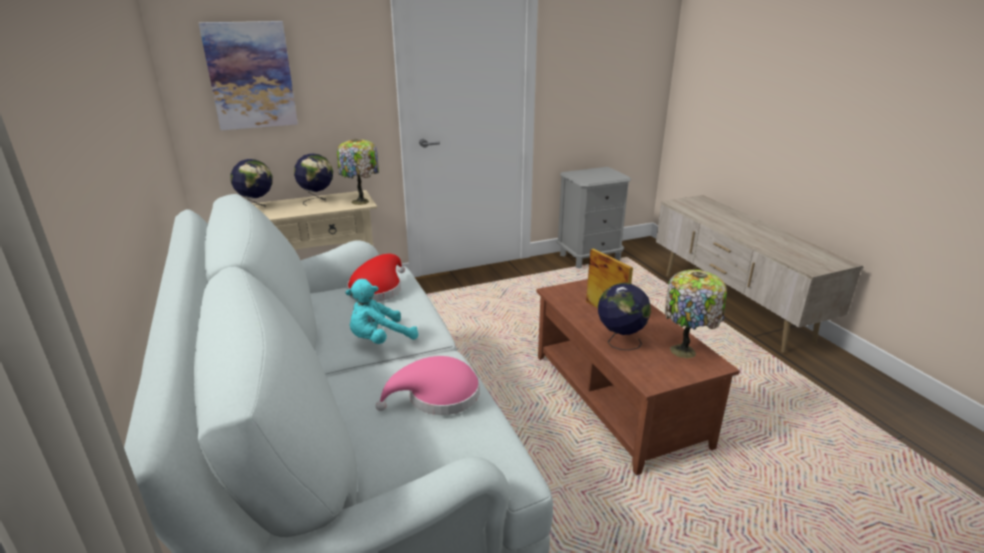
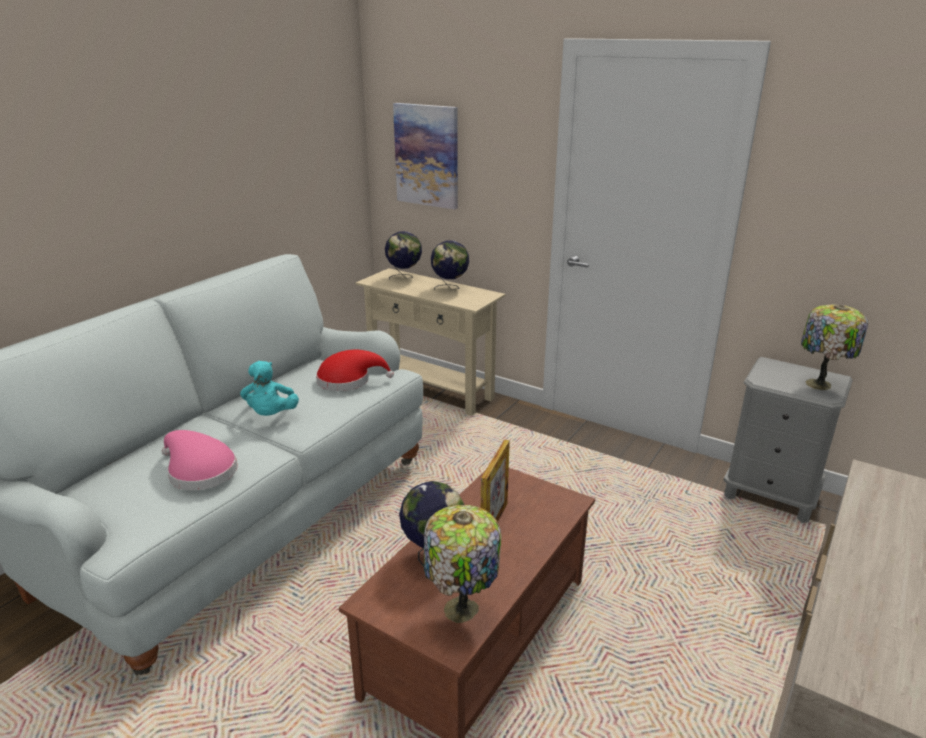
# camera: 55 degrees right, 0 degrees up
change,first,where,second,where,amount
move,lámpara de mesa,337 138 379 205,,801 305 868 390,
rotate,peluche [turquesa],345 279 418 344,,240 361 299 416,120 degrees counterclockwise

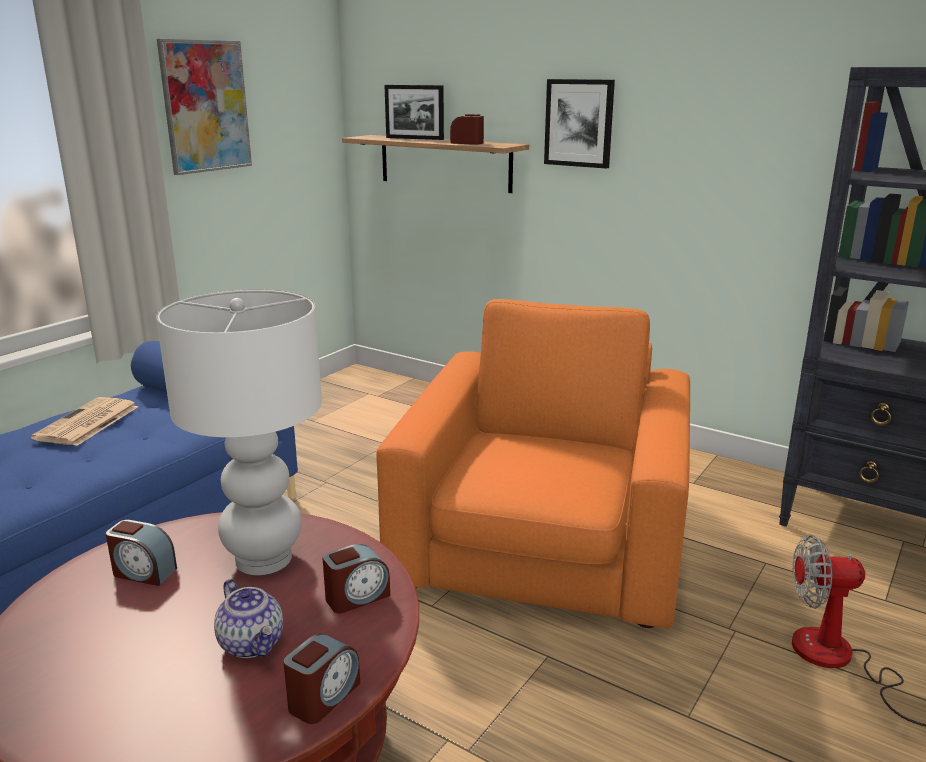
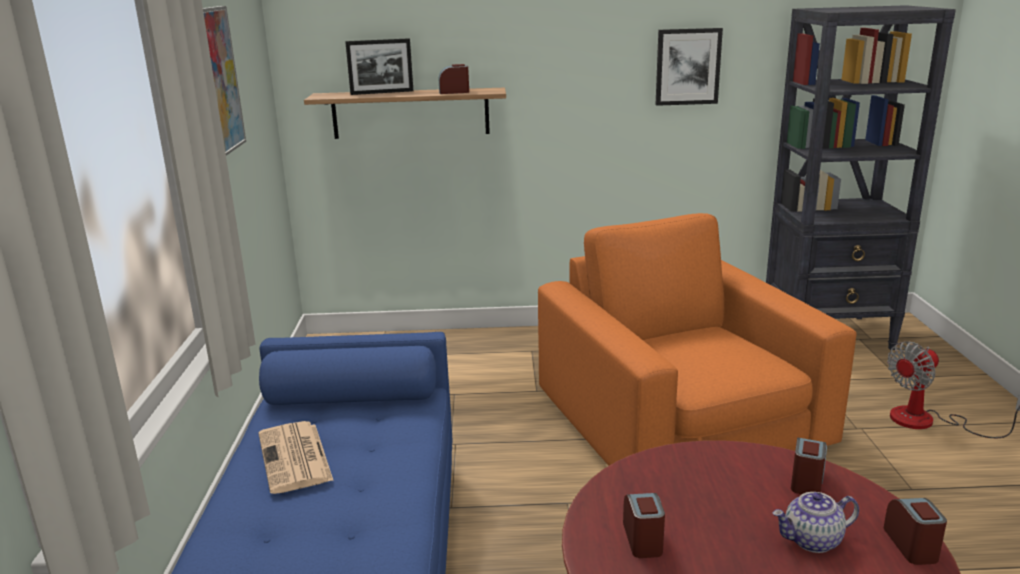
# camera: 35 degrees left, 0 degrees up
change,first,where,second,where,amount
rotate,despertador,106 520 177 586,,623 493 665 558,75 degrees counterclockwise
delete,lámpara de mesa [blanco],156 289 322 575,,,
rotate,tetera,214 579 283 658,,773 492 859 553,150 degrees clockwise
move,cuadro,544 79 615 169,,655 28 723 106,

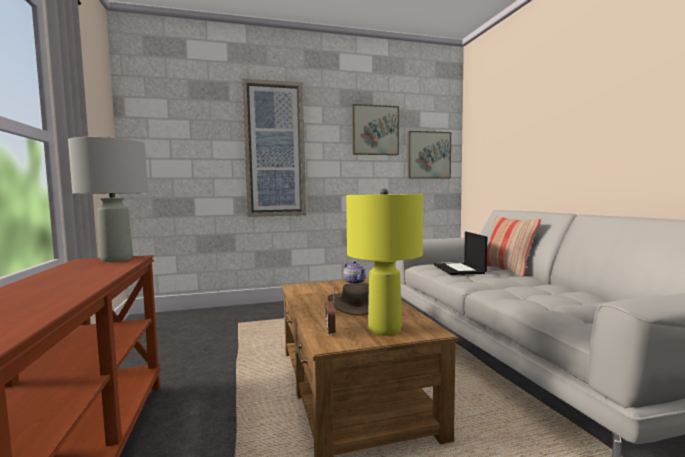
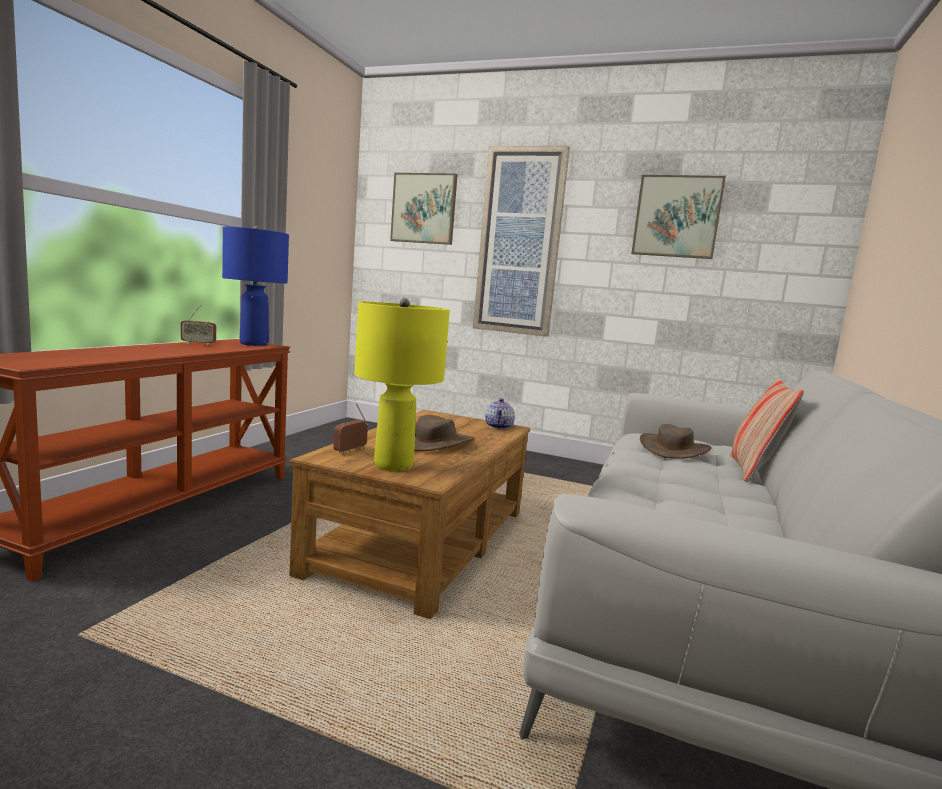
# camera: 35 degrees right, 5 degrees up
change,first,where,second,where,amount
recolor,lámpara de mesa [gris],68 136 148 262,lámpara de mesa [azul],222 226 289 346,
move,cuadro,408 131 451 179,,390 173 457 245,
replace,portátil,434 231 487 275,sombrero [marrón],640 424 712 459,
insert,,,radio,181 305 216 345,

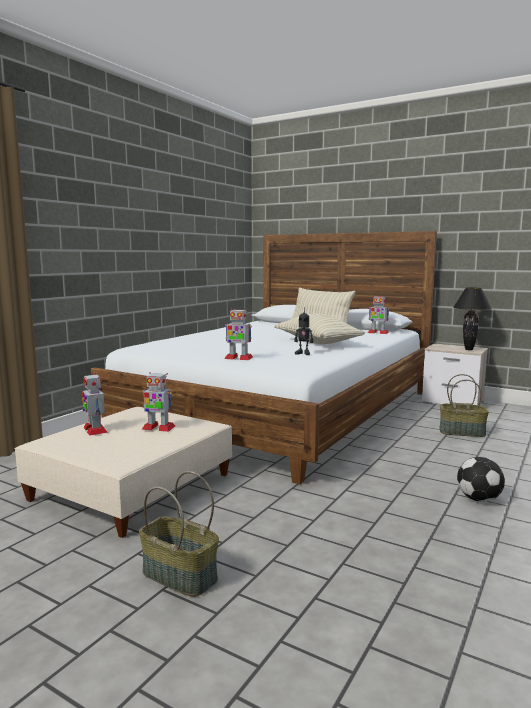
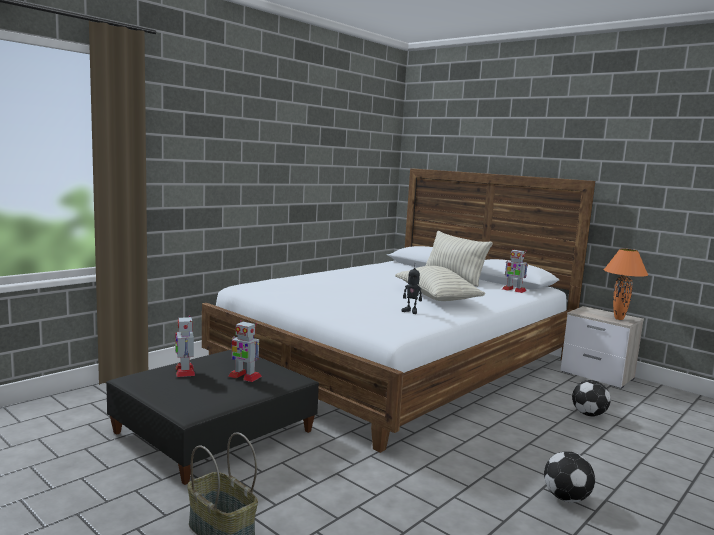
# camera: 10 degrees right, 0 degrees up
change,first,where,second,where,amount
recolor,puf [beis],14 407 232 538,puf [negro],106 350 319 485,
delete,robot de juguete,225 308 253 360,,,
replace,cesta,439 374 489 437,balón de fútbol,572 380 611 417,
recolor,lámpara de mesa [negro],453 287 492 350,lámpara de mesa [naranja],604 249 648 320,

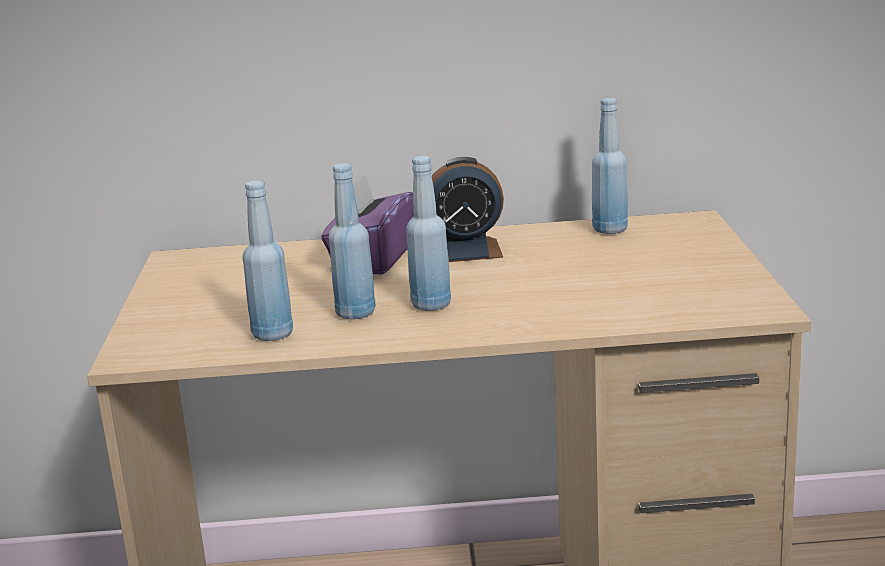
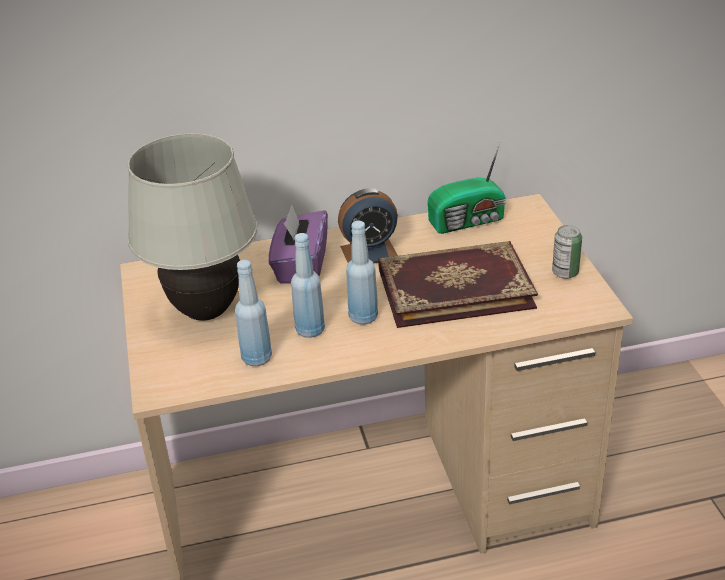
# camera: 10 degrees left, 15 degrees up
change,first,where,second,where,amount
replace,botella [azul],592 98 628 234,radio,428 143 506 234,
insert,,,lámpara de mesa [blanco],128 133 258 321,
insert,,,libro,378 241 538 328,
insert,,,lata,552 225 582 279,

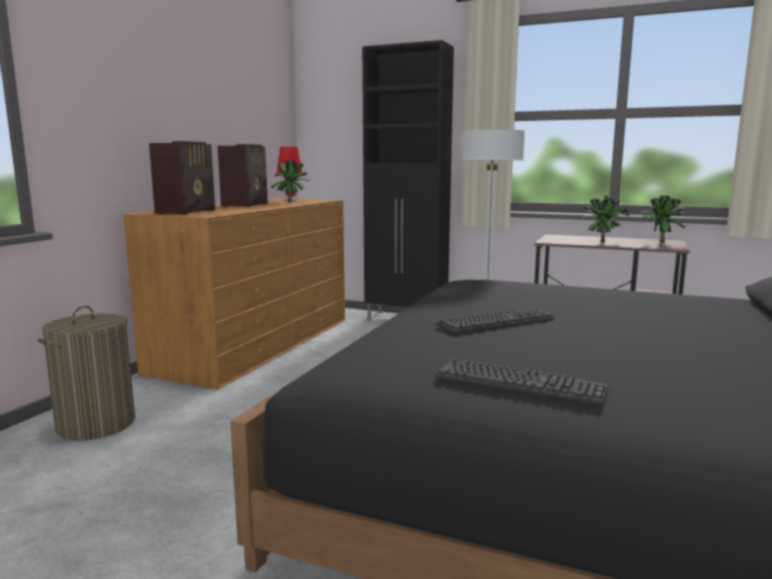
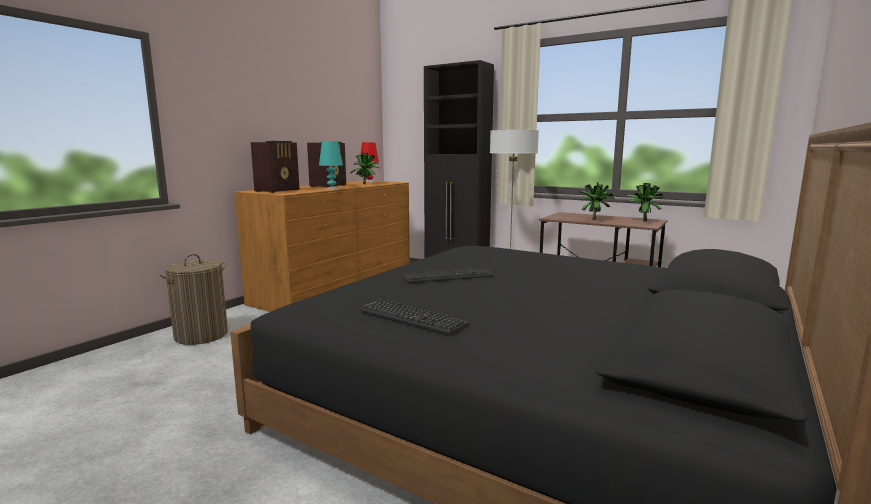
# camera: 10 degrees right, 0 degrees up
change,first,where,second,where,amount
insert,,,lámpara de mesa [turquesa],319 141 343 190,

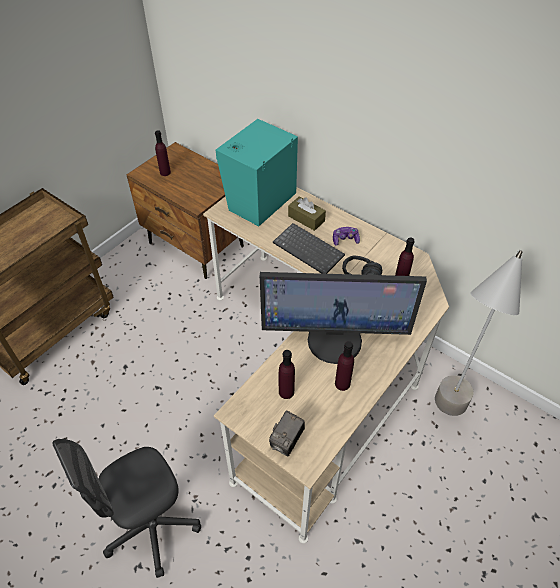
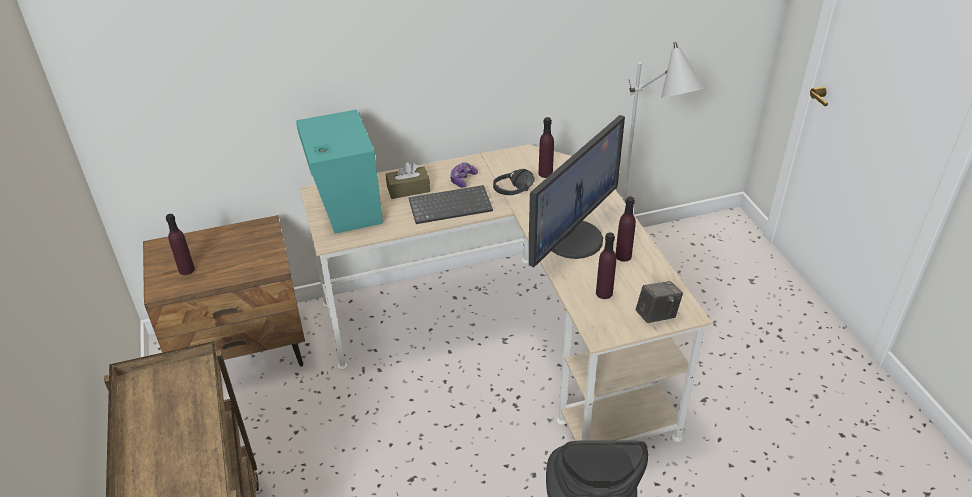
# camera: 55 degrees left, 10 degrees down
change,first,where,second,where,amount
rotate,cámara,269 411 305 456,,636 281 683 323,90 degrees counterclockwise

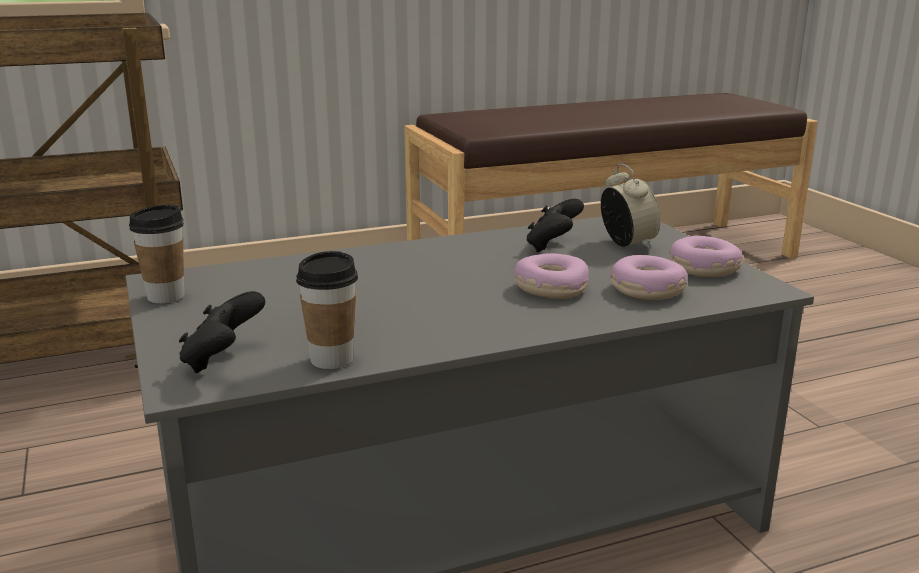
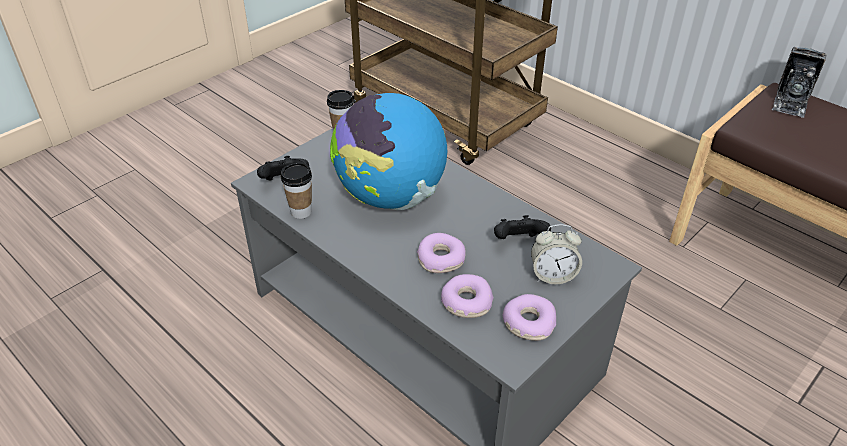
# camera: 65 degrees right, 20 degrees up
change,first,where,second,where,amount
rotate,despertador,601 164 660 249,,531 224 582 284,45 degrees clockwise
insert,,,globo terráqueo,330 93 447 210,
insert,,,cámara,772 47 827 117,

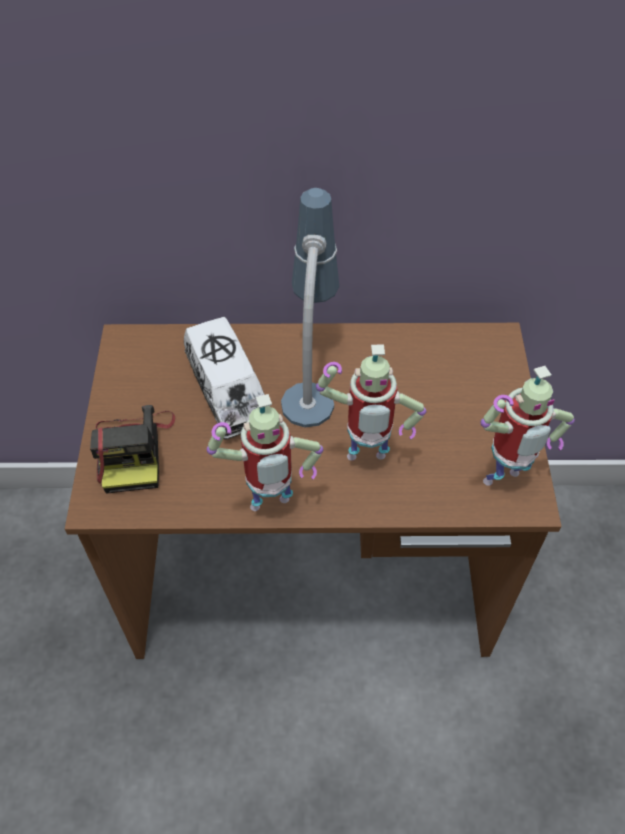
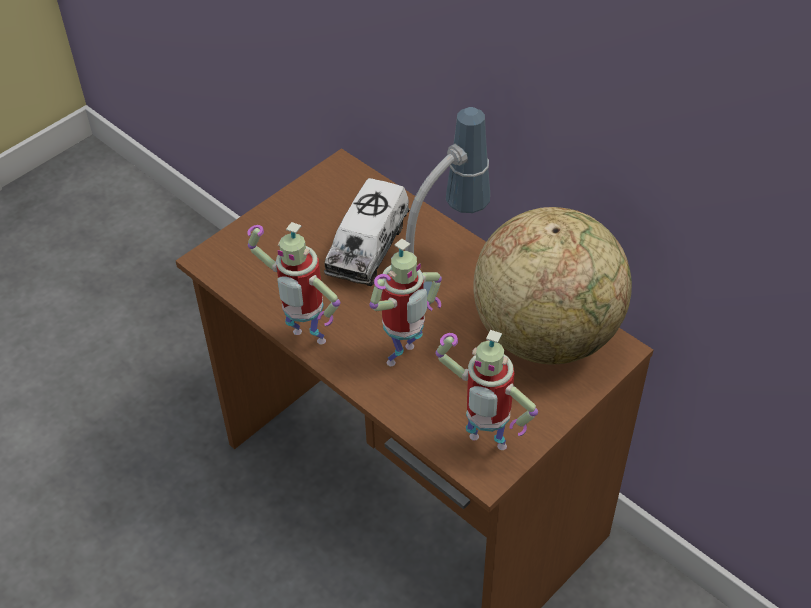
# camera: 45 degrees right, 5 degrees down
change,first,where,second,where,amount
delete,cámara,90 405 175 494,,,
rotate,robot de juguete,316 344 426 461,,369 239 442 366,90 degrees counterclockwise
insert,,,globo terráqueo,473 207 632 364,

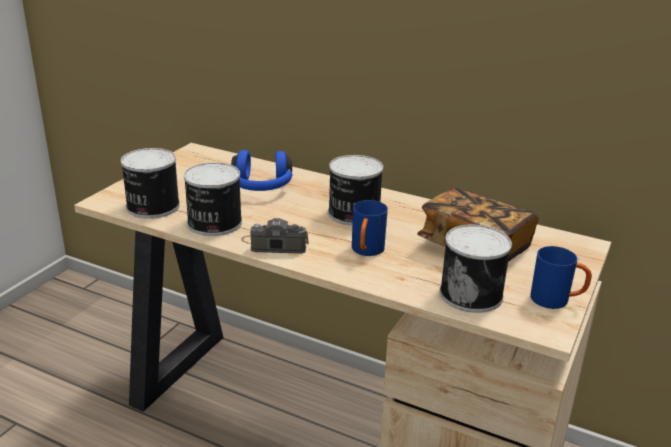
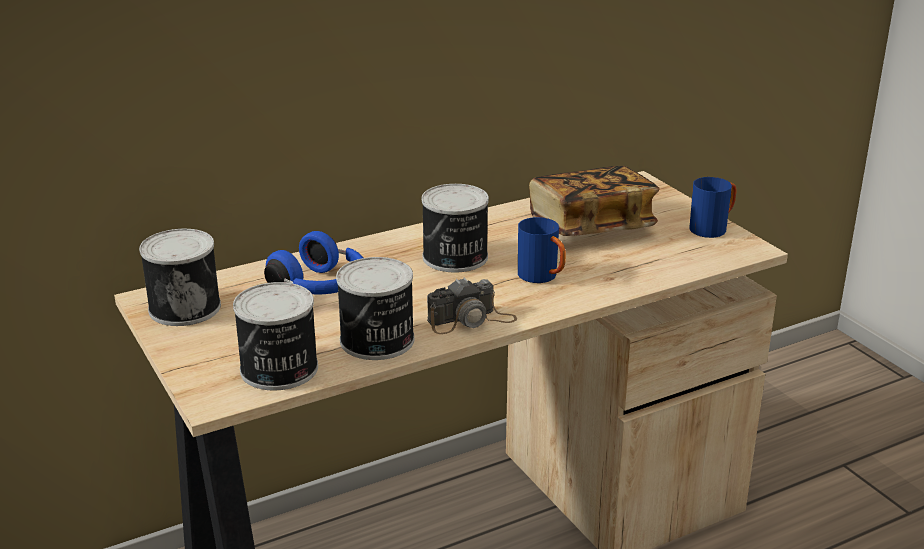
# camera: 55 degrees left, 0 degrees up
change,first,where,second,where,amount
rotate,cámara,241 218 309 254,,427 277 517 334,150 degrees counterclockwise
move,lata,440 224 512 313,,139 229 221 326,

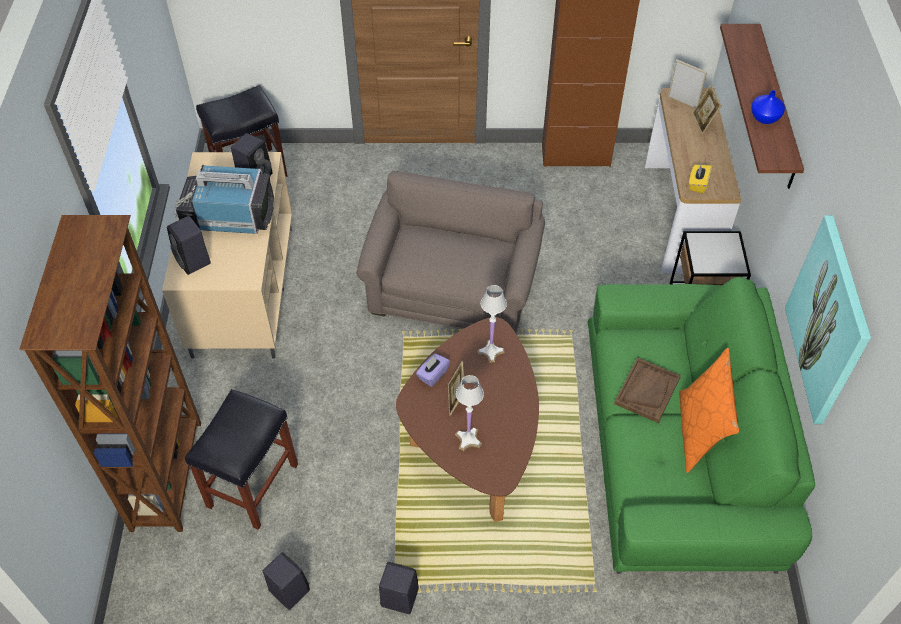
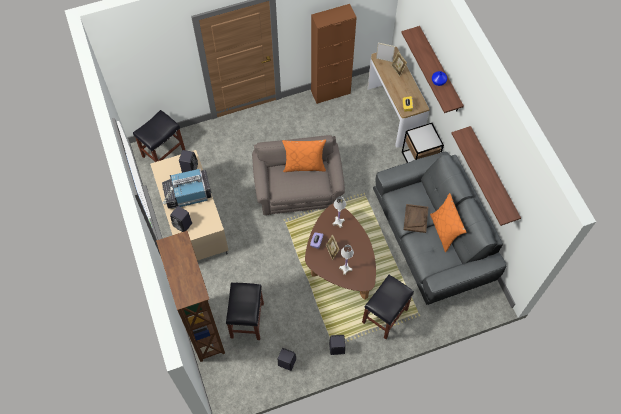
# camera: 20 degrees left, 10 degrees up
change,first,where,second,where,amount
recolor,sofá [verde],587 277 815 574,sofá [gris],373 152 506 305,
replace,cuadro,785 215 871 424,estante,451 126 521 226,
insert,,,cojín [naranja],282 140 326 172,
insert,,,taburete [negro],362 275 414 339,

